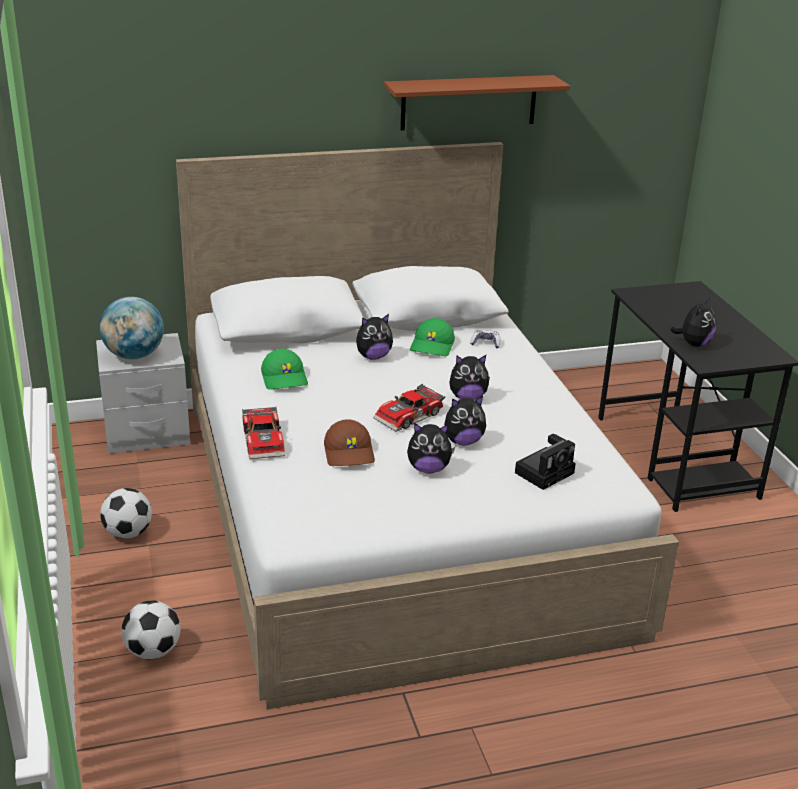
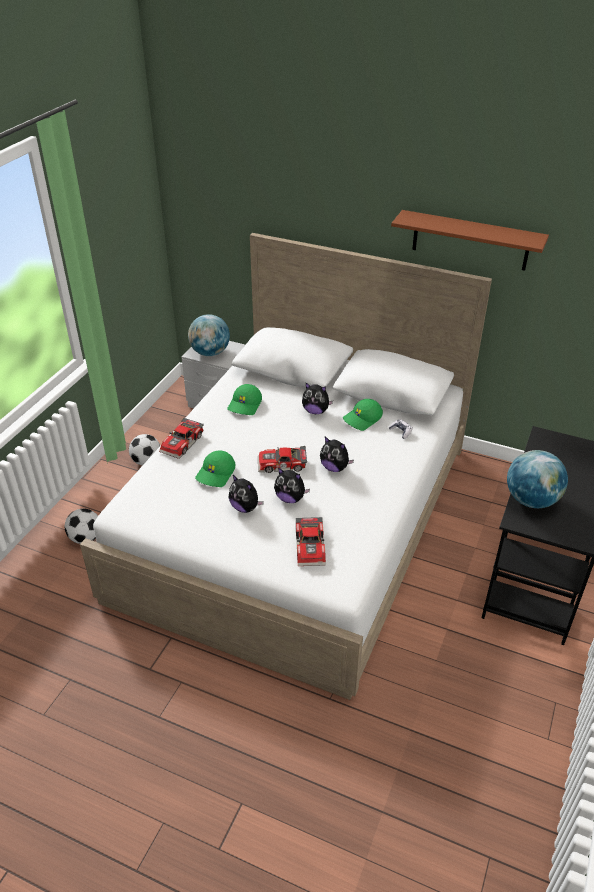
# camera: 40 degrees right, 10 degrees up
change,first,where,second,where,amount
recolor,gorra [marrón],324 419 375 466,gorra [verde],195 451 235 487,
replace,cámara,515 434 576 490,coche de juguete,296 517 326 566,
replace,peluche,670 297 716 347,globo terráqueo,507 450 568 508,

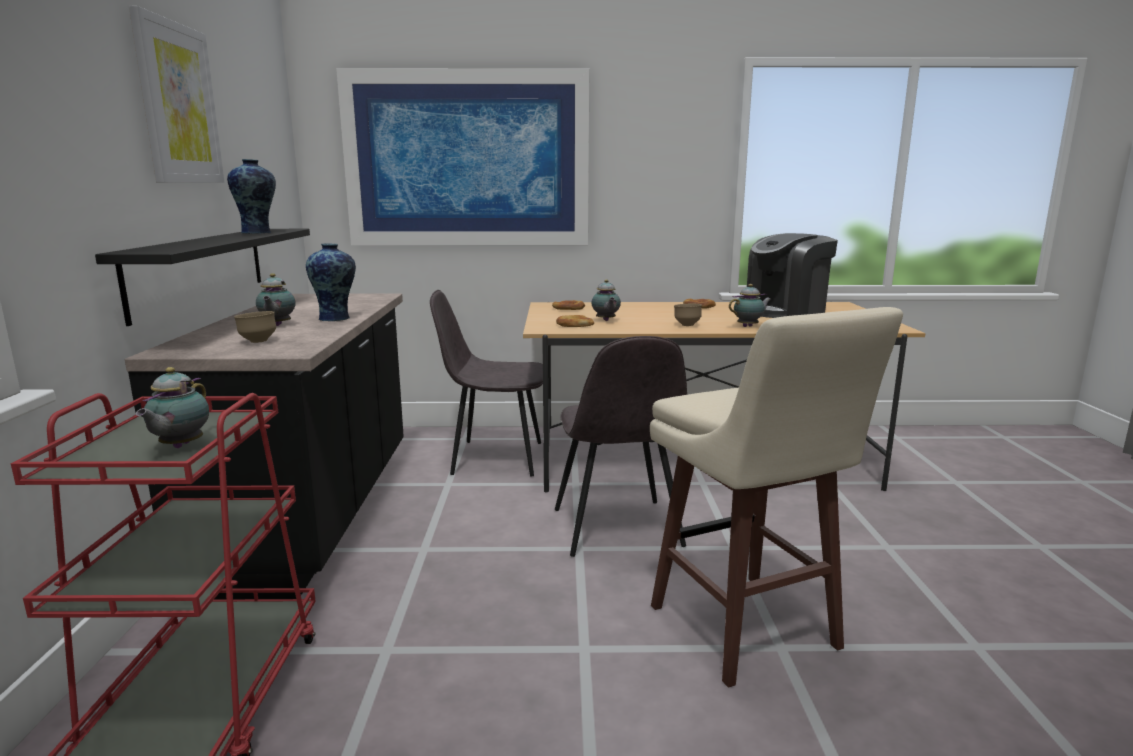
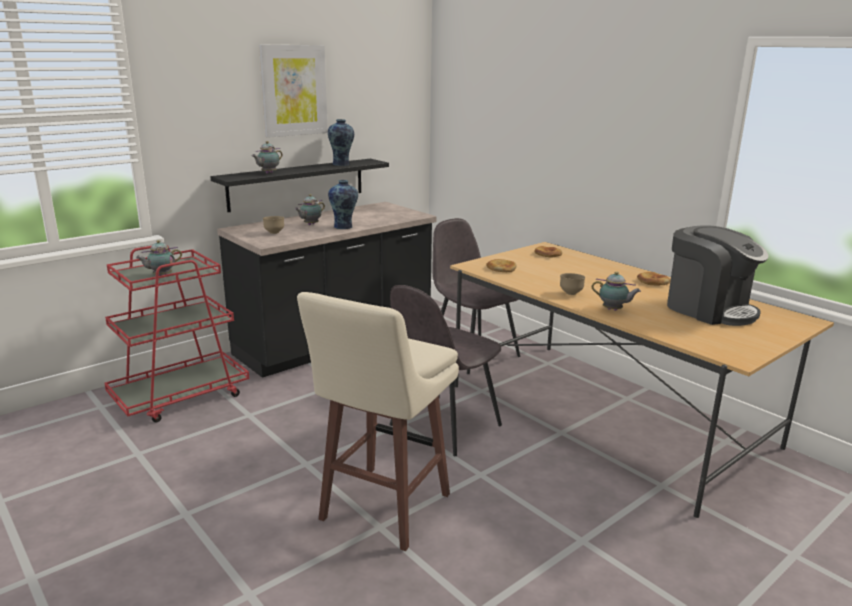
# camera: 50 degrees right, 5 degrees up
change,first,where,second,where,amount
delete,cuadro,336 68 589 245,,,
move,tetera,591 279 621 321,,252 141 282 174,
rotate,cafetera,747 233 838 318,,667 225 769 326,150 degrees counterclockwise

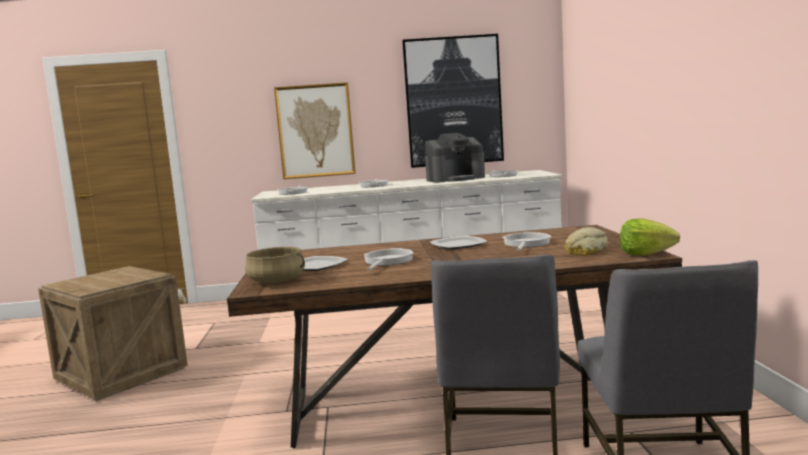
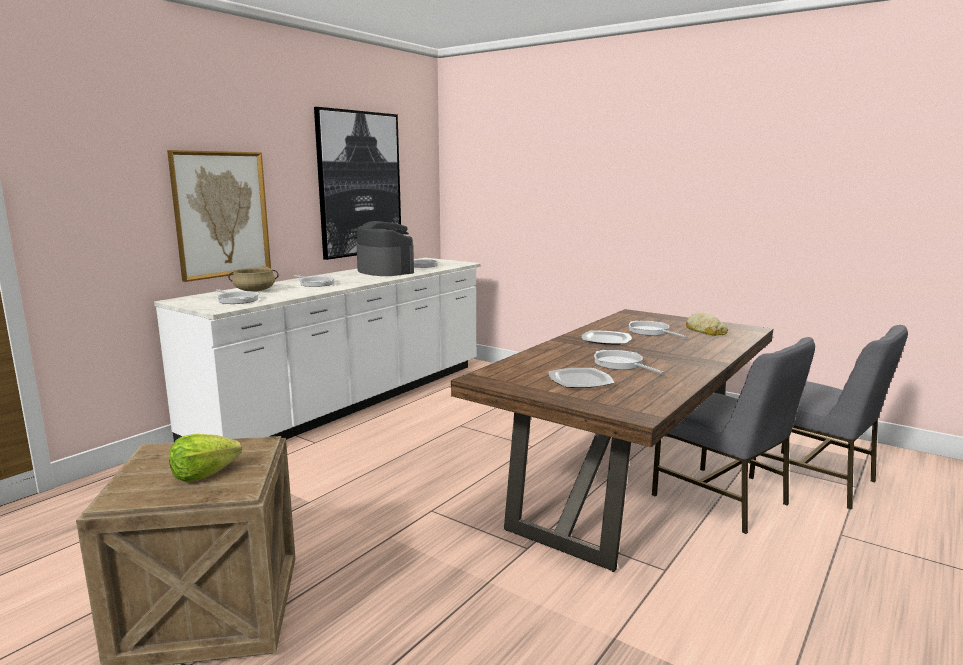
# camera: 50 degrees left, 5 degrees up
change,first,where,second,where,amount
move,olla [beis],245 247 305 283,,228 268 279 292,
rotate,cafetera,425 133 485 183,,357 221 414 276,60 degrees counterclockwise
move,lechuga,620 219 680 256,,169 434 242 481,

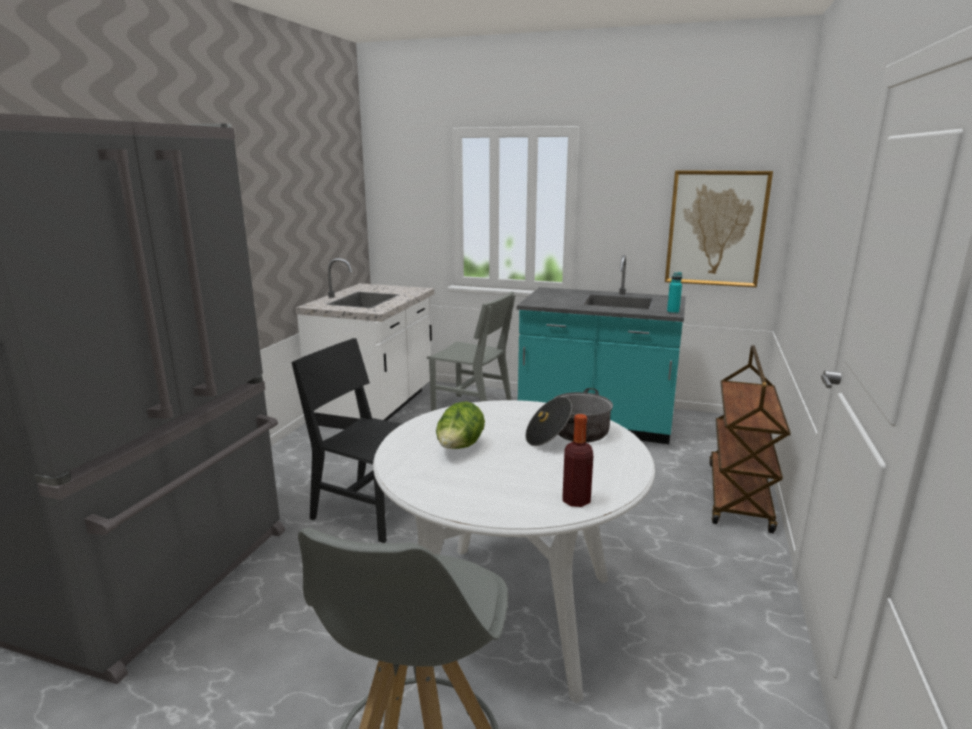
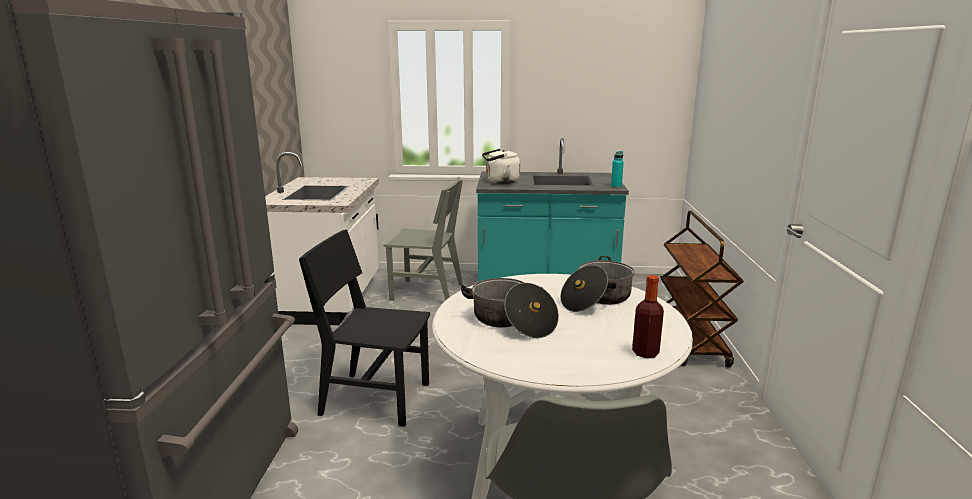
# camera: 15 degrees left, 0 degrees up
change,first,where,second,where,amount
replace,lechuga,436 401 485 449,olla,461 278 559 338,
delete,cuadro,665 170 773 287,,,
insert,,,hervidor [blanco],482 149 520 184,

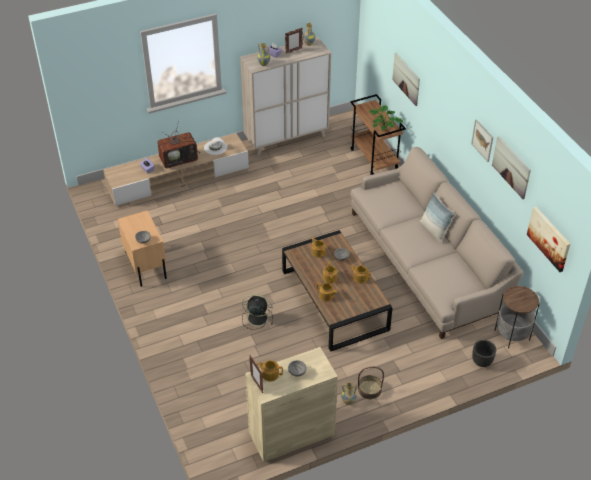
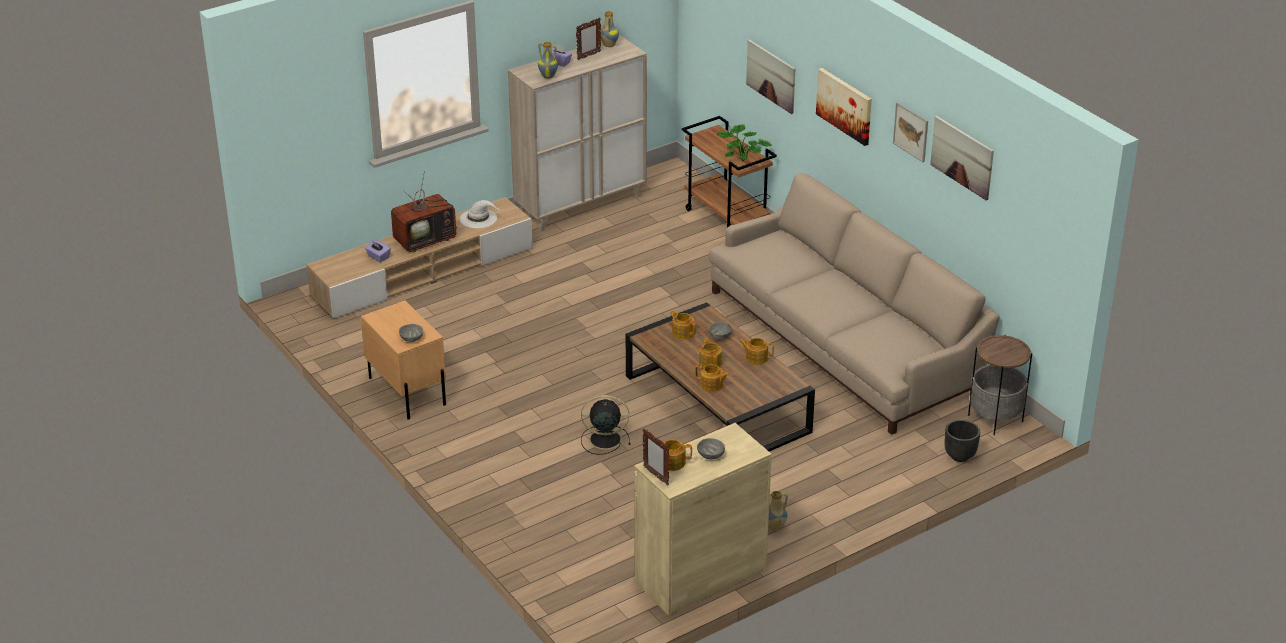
# camera: 10 degrees left, 10 degrees down
change,first,where,second,where,amount
delete,cesta,358 367 384 399,,,
delete,cojín,420 192 455 243,,,
move,cuadro,527 206 570 272,,816 68 872 146,

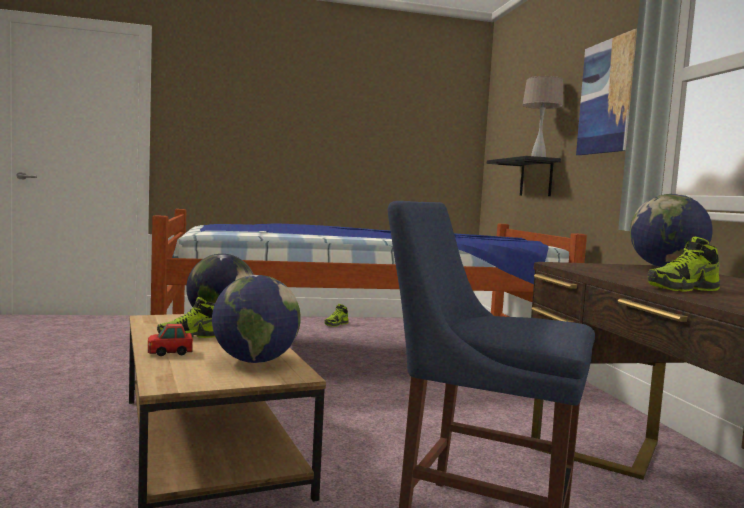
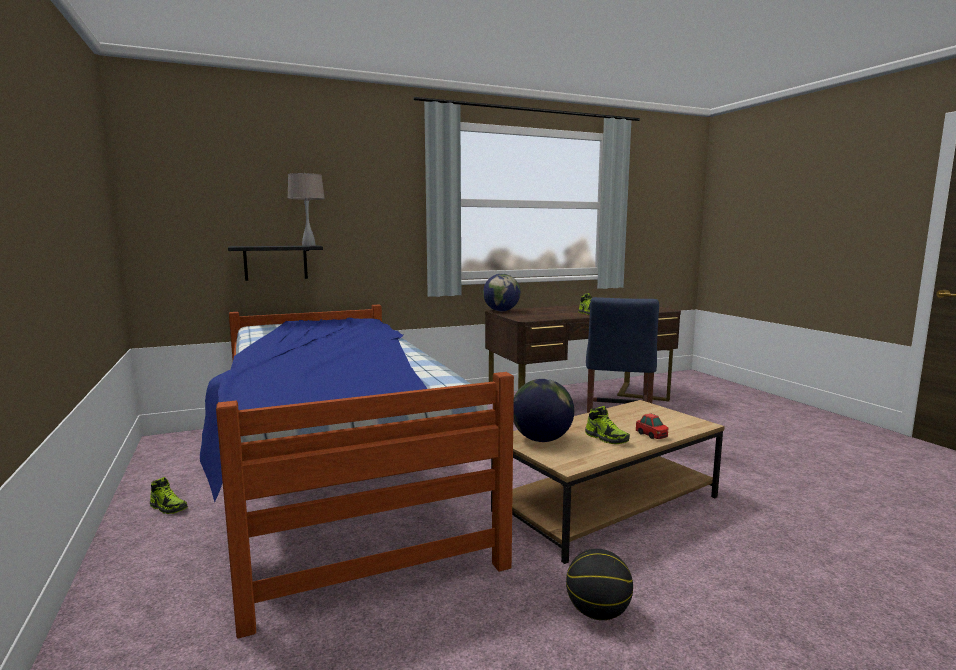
# camera: 100 degrees left, 5 degrees up
change,first,where,second,where,amount
delete,globo terráqueo,212 275 301 363,,,
delete,cuadro,576 29 637 155,,,
insert,,,balón de baloncesto,566 549 633 620,

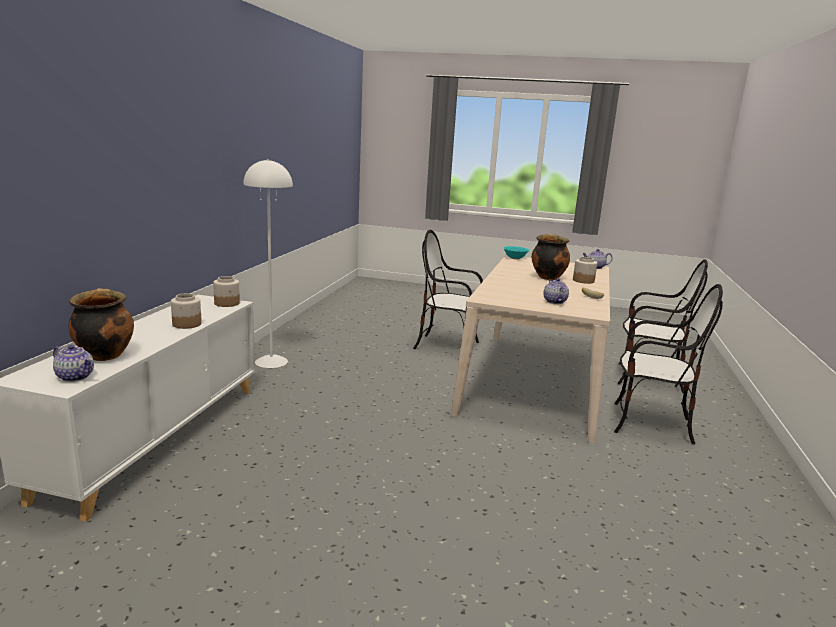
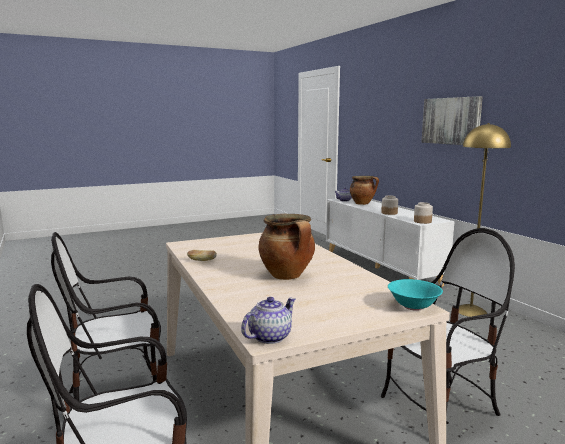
# camera: 140 degrees right, 5 degrees down
change,first,where,second,where,amount
recolor,lámpara de pie [blanco],243 159 293 368,lámpara de pie [amarillo],459 123 511 317,
delete,tetera,543 278 569 304,,,
delete,tarro,573 257 597 284,,,
insert,,,cuadro,422 96 483 145,

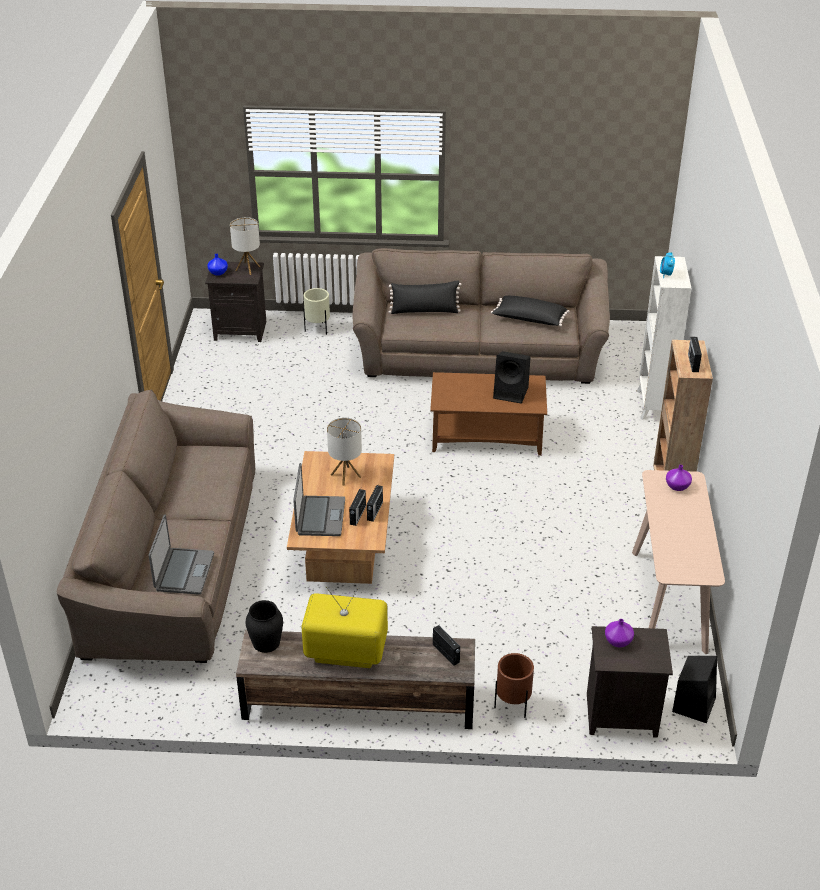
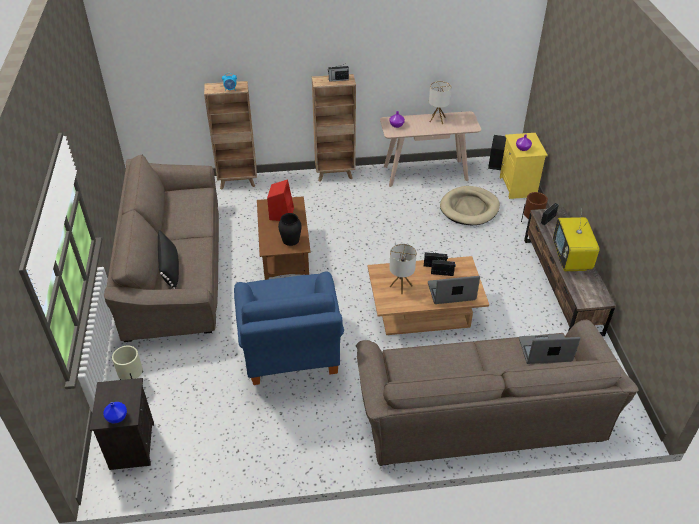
# camera: 100 degrees left, 5 degrees up
change,first,where,second,where,amount
move,lámpara de mesa,230 217 260 275,,429 81 451 124,
move,florero [negro],246 600 283 653,,278 213 302 246,
delete,cojín [negro],491 296 569 327,,,
recolor,altavoz [negro],493 351 531 404,altavoz [rojo],267 179 294 221,
recolor,mesita de noche [negro],587 626 673 738,mesita de noche [amarillo],500 133 548 199,
recolor,estantería [blanco],636 256 692 420,estantería [marrón],204 81 257 189,
insert,,,sillón [azul],234 271 344 385,
insert,,,cama para perro [beis],440 186 500 225,

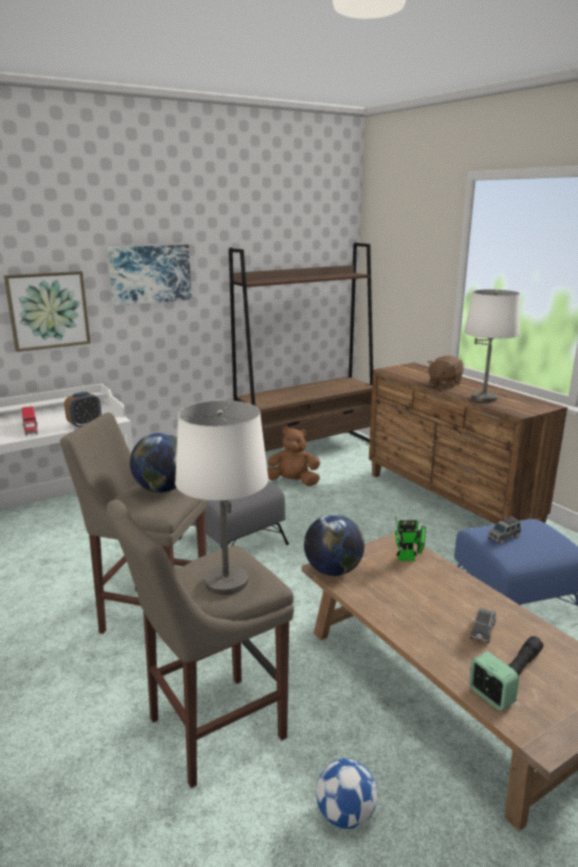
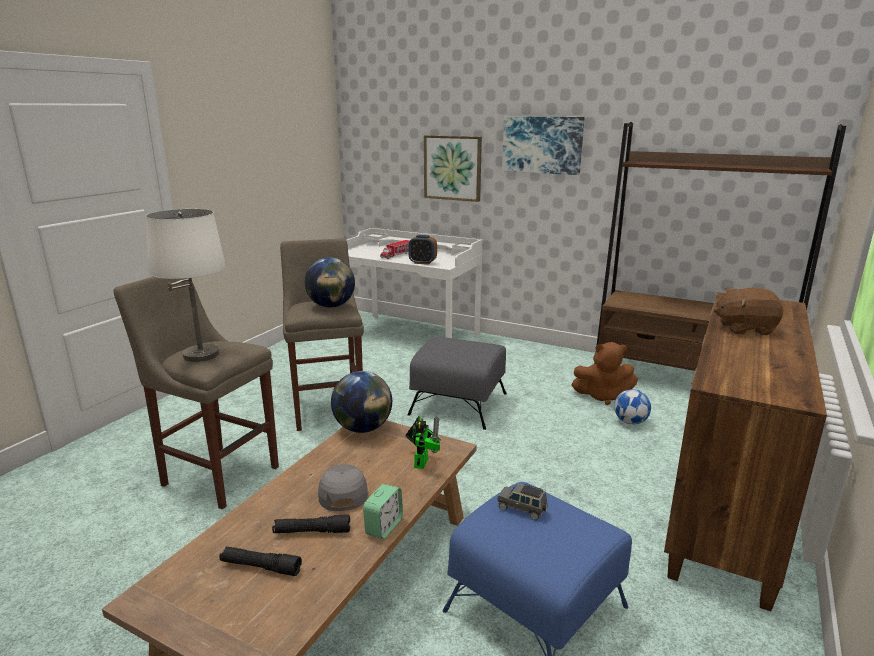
# camera: 60 degrees right, 0 degrees up
change,first,where,second,where,amount
rotate,peluche [marrón],267 427 320 486,,572 342 638 405,120 degrees clockwise
move,balón de fútbol,316 758 377 829,,614 389 651 425,
rotate,robot de juguete,395 516 426 561,,405 416 441 469,135 degrees counterclockwise
delete,lámpara de mesa [blanco],464 289 520 402,,,
move,despertador,469 652 519 711,,363 484 403 539,
replace,coche de juguete [gris],470 608 496 643,linterna [negro],272 515 350 533,
insert,,,gorra [gris],318 464 368 511,

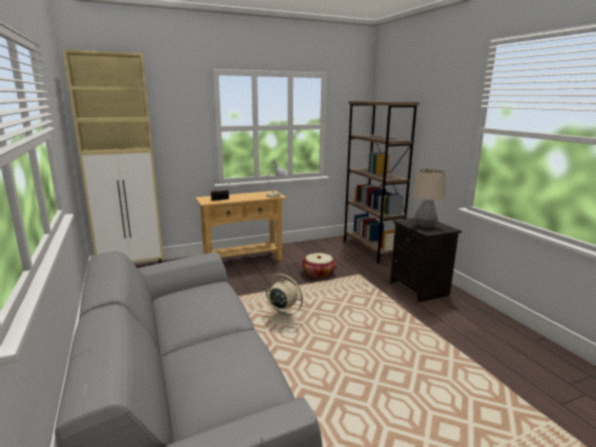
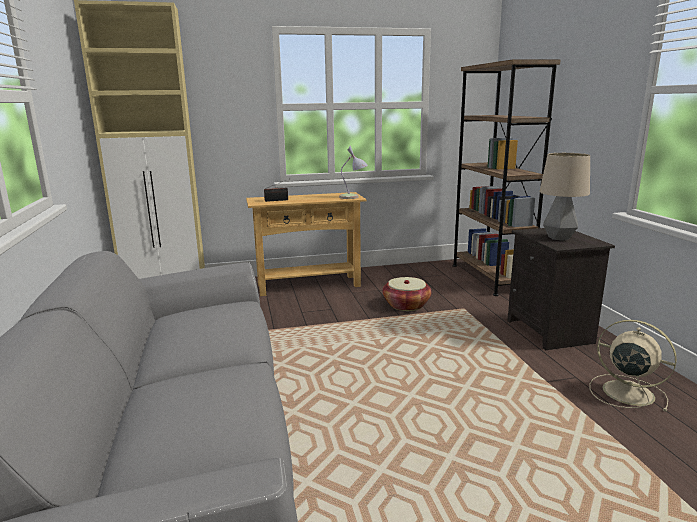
# camera: 10 degrees right, 0 degrees up
change,first,where,second,where,amount
move,ventilador [beis],265 274 305 329,,589 320 677 412,

